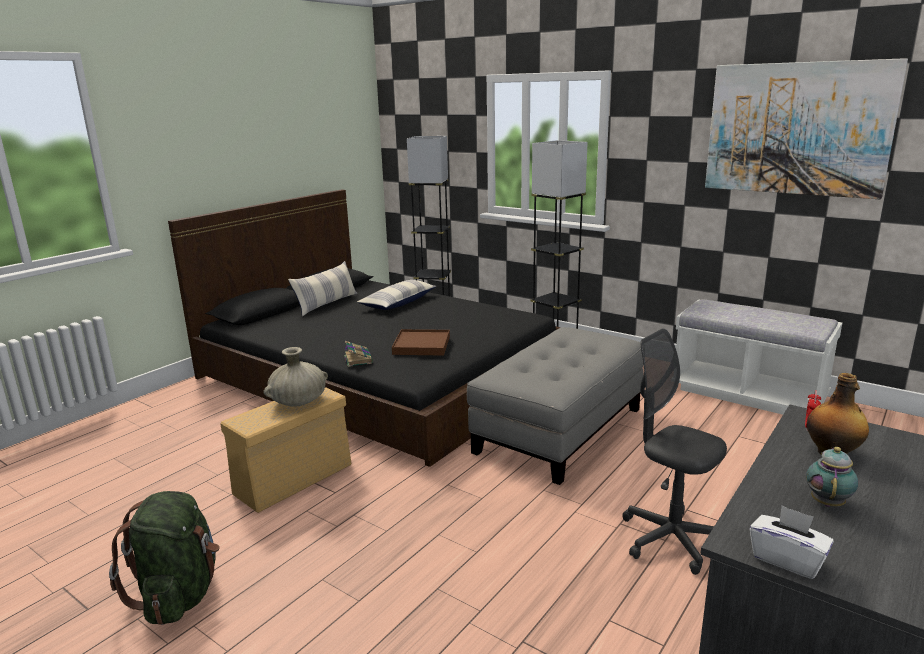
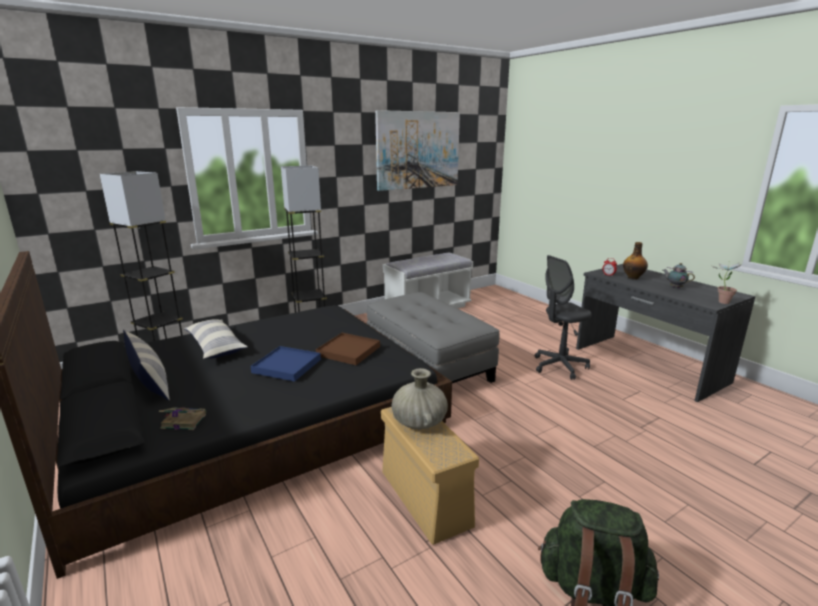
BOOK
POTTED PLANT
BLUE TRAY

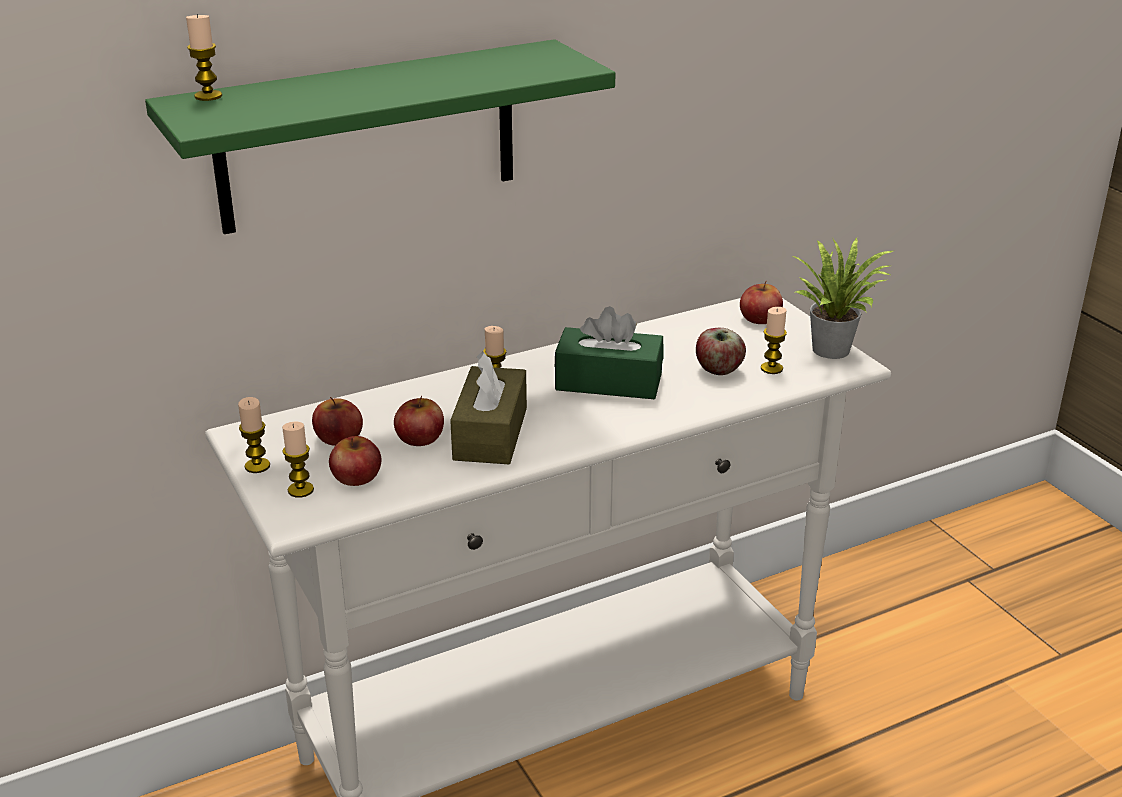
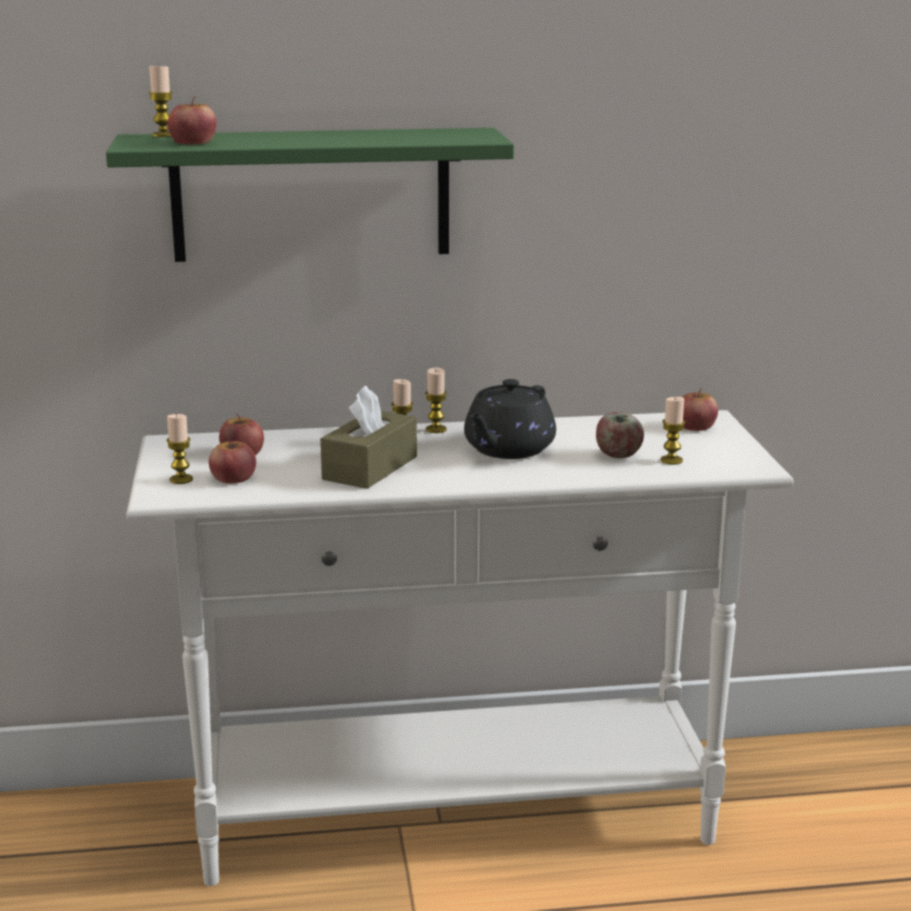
POTTED PLANT
BLACK TEAPOT
APPLE (no. 1 from left)
CANDLE (no. 4 from left)

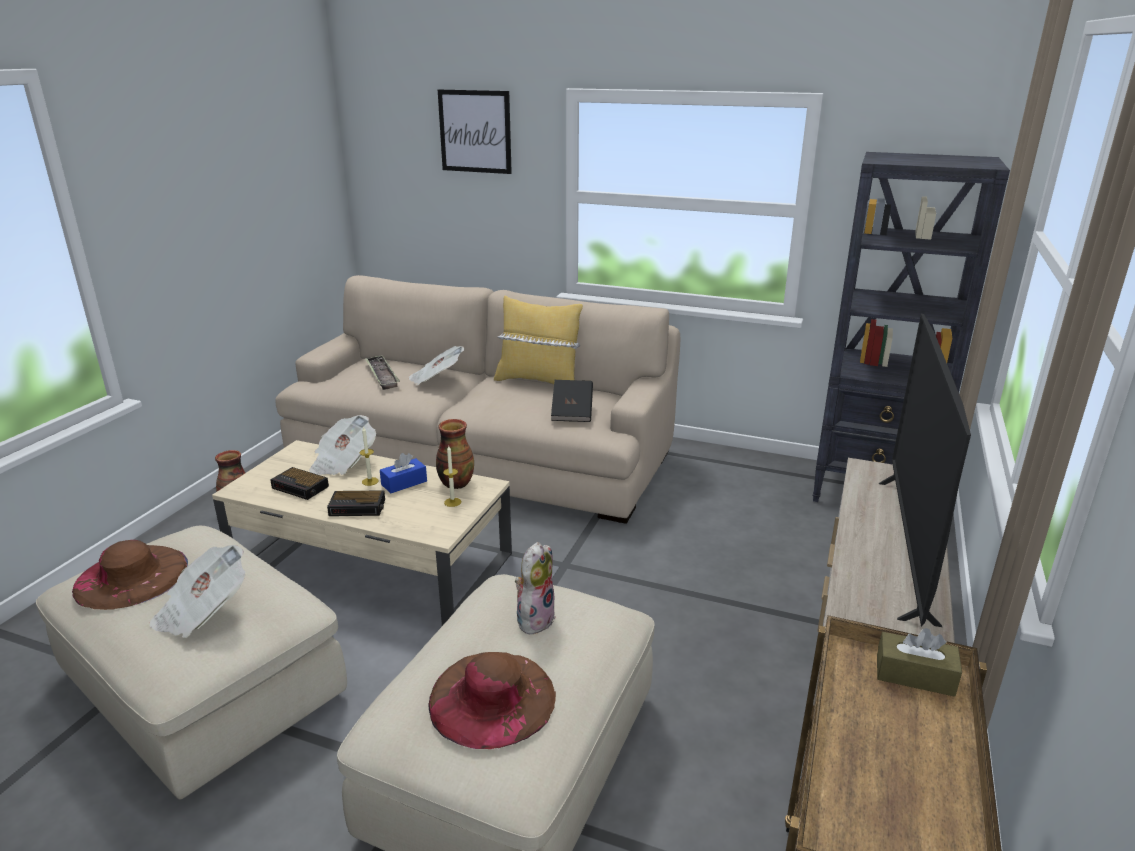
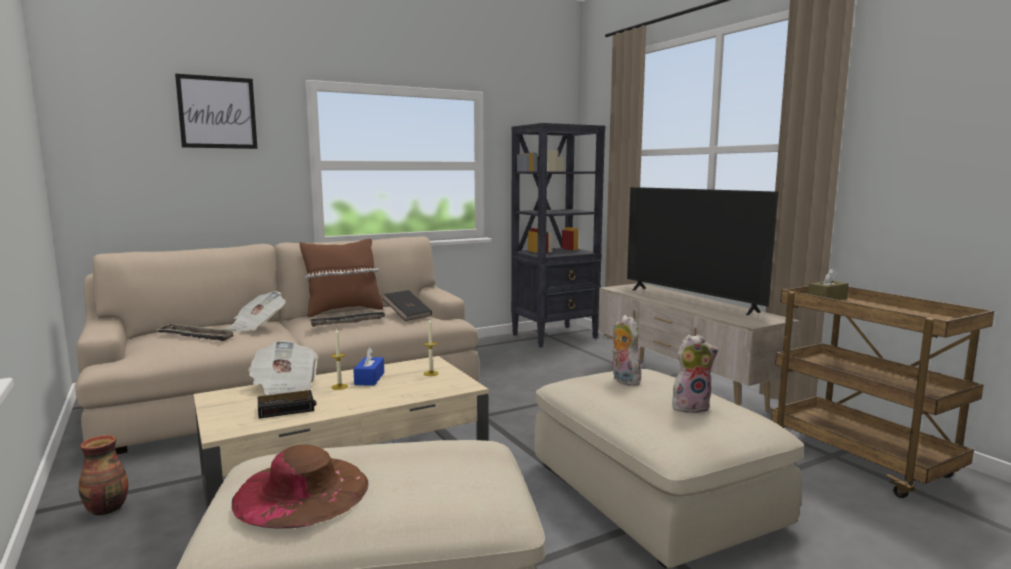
BROWN PILLOW
VASE (no. 2 from left in the first image)
ALARM CLOCK (no. 2 from left in the first image)
NEWSPAPER (no. 1 from left in the first image)
PLUSH TOY (no. 2 from left)
TRAY (no. 2 from left)

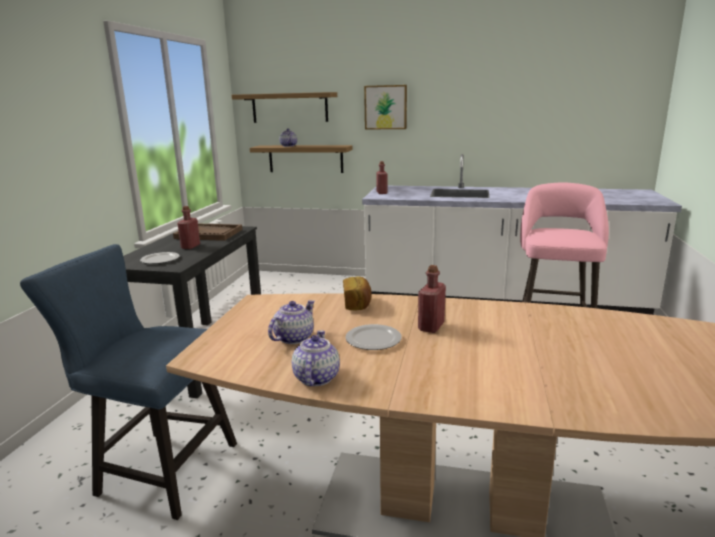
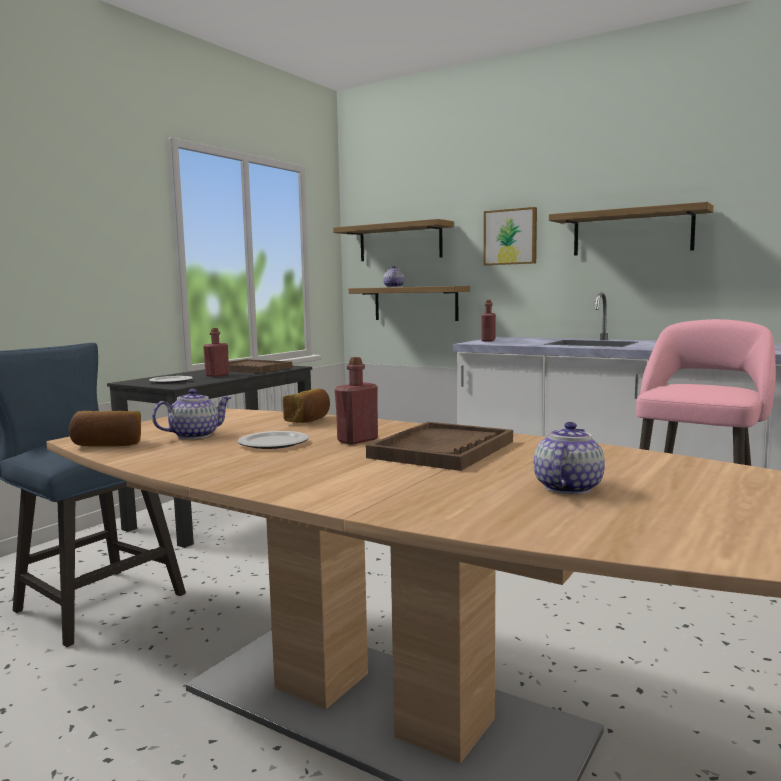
TEAPOT (no. 3 from left)
SHELF (no. 3 from left)
BREAD (no. 1 from left)
BROWN TRAY (no. 2 from left)

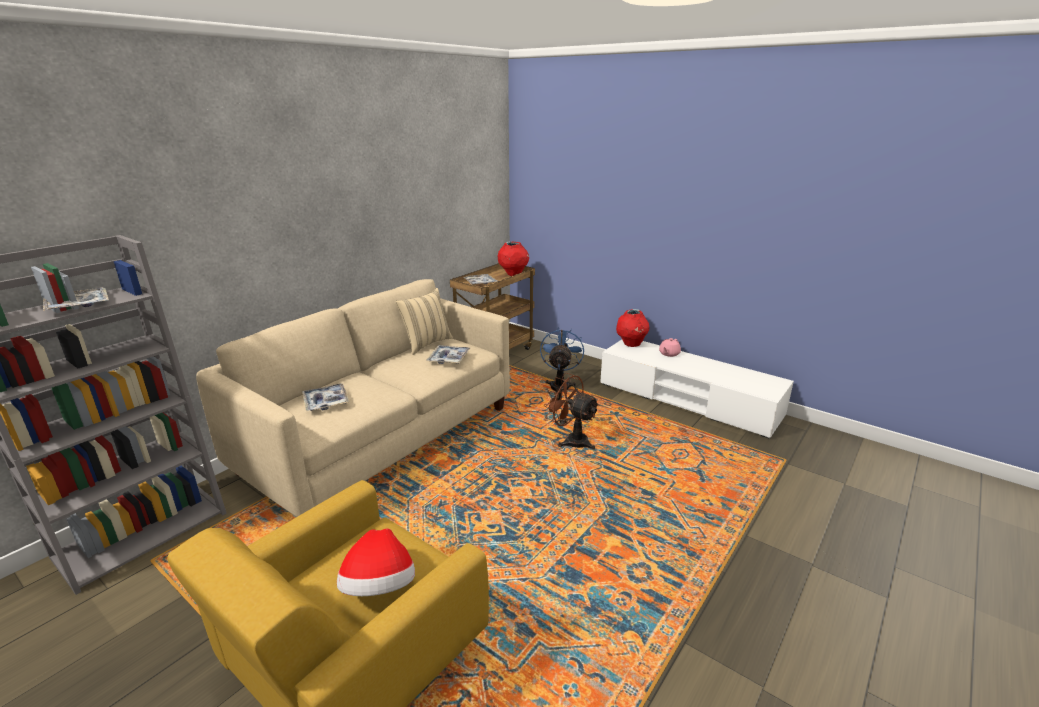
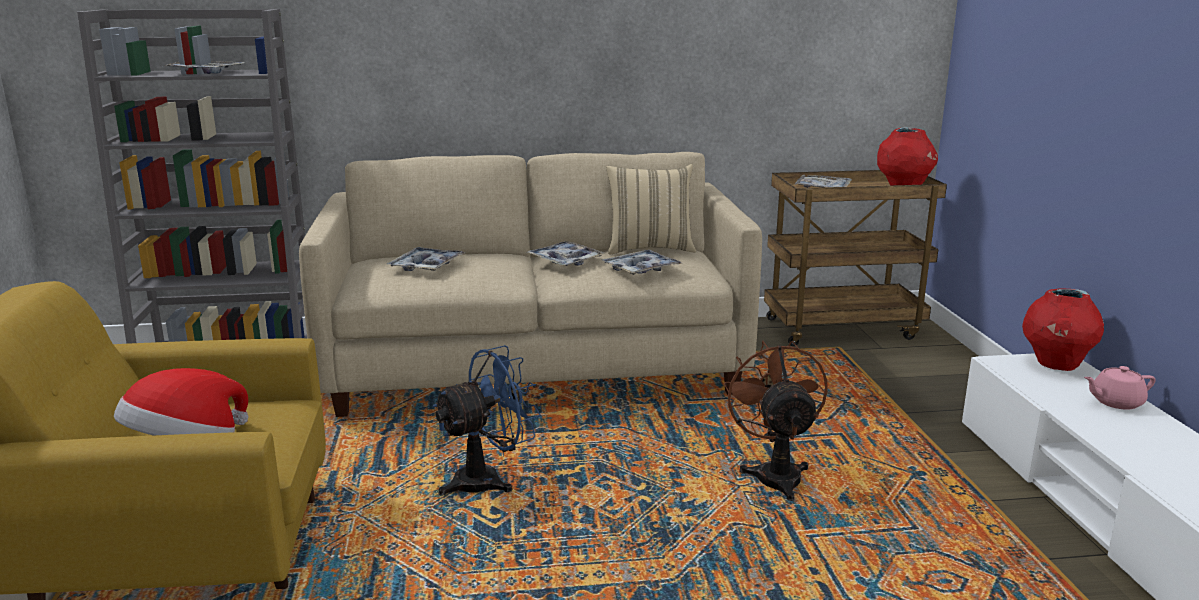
BLUE FAN
TRAY (no. 3 from left)

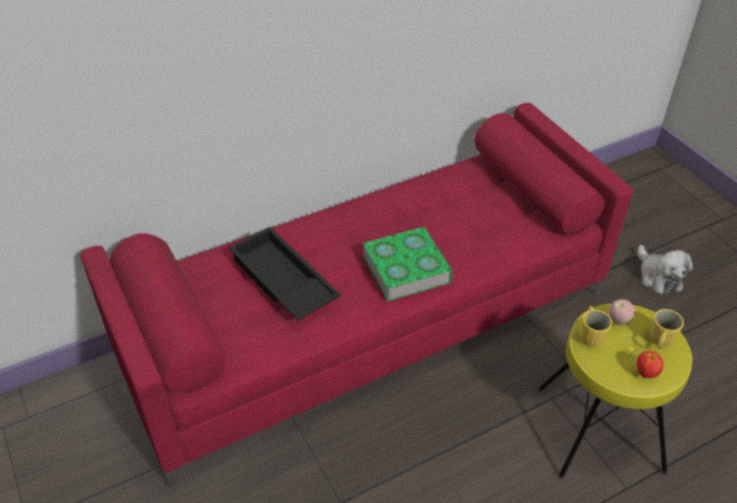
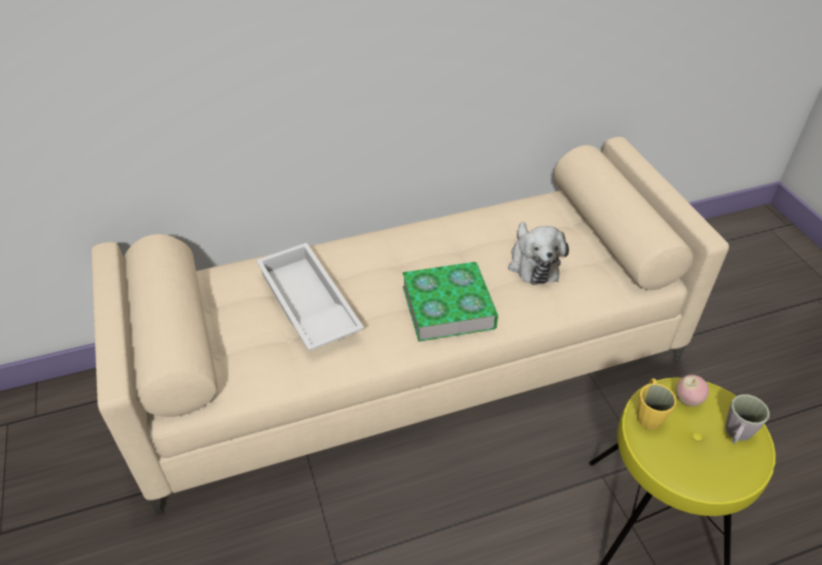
BEIGE SOFA
WHITE TRAY
PLUSH TOY
GREY MUG
APPLE (no. 2 from left in the first image)

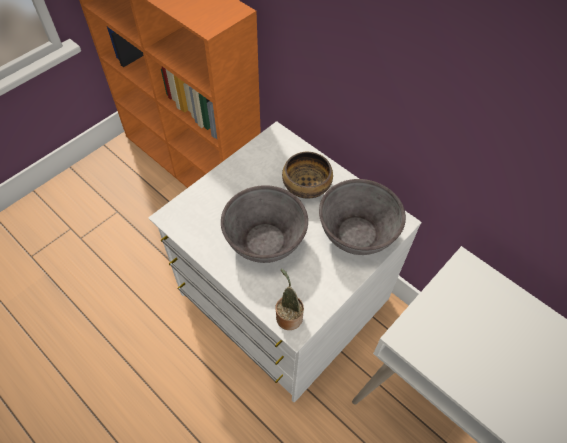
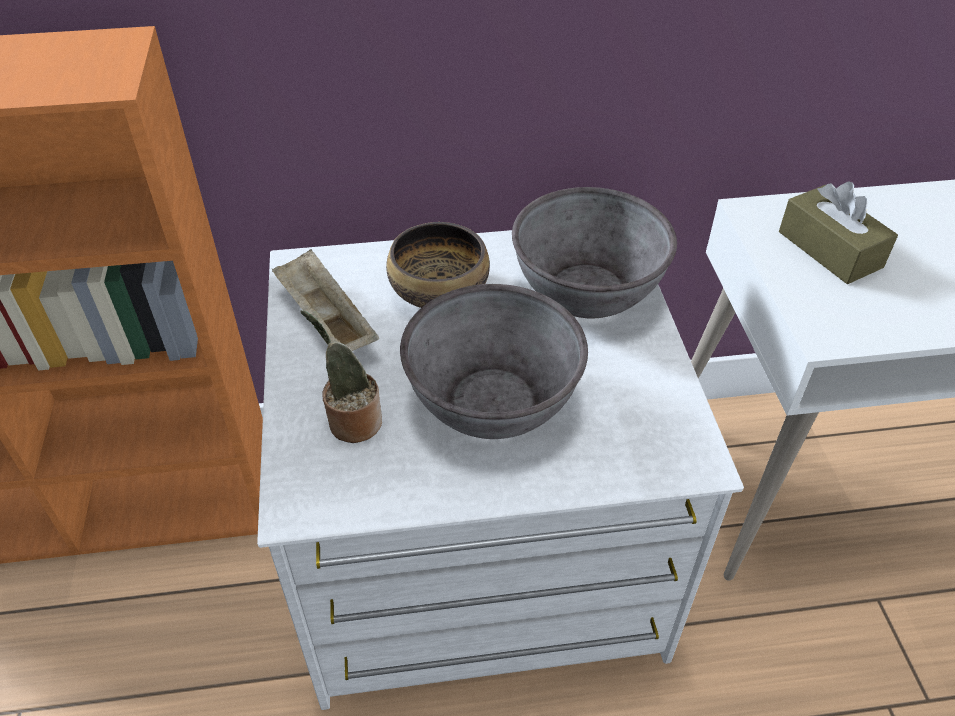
POTTED PLANT
BROWN TISSUE BOX
BEIGE TRAY

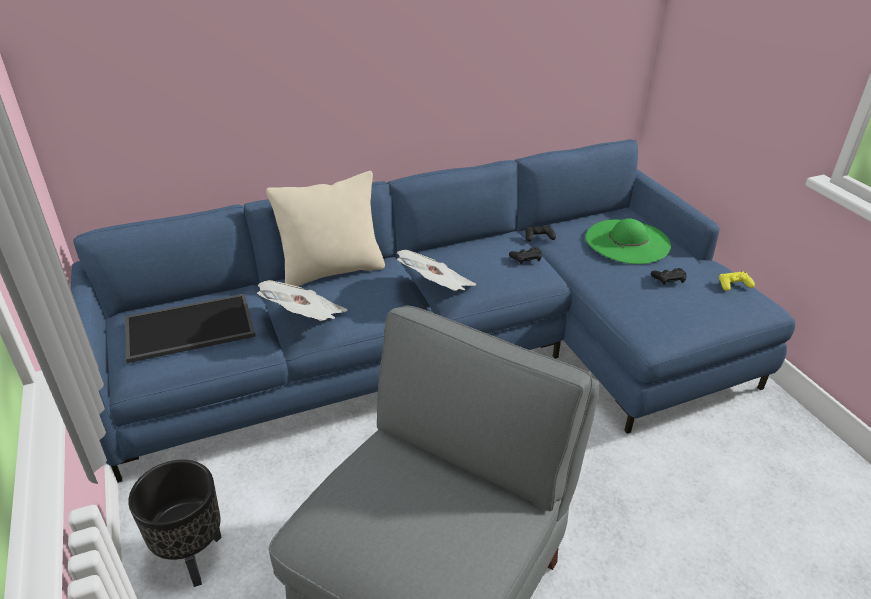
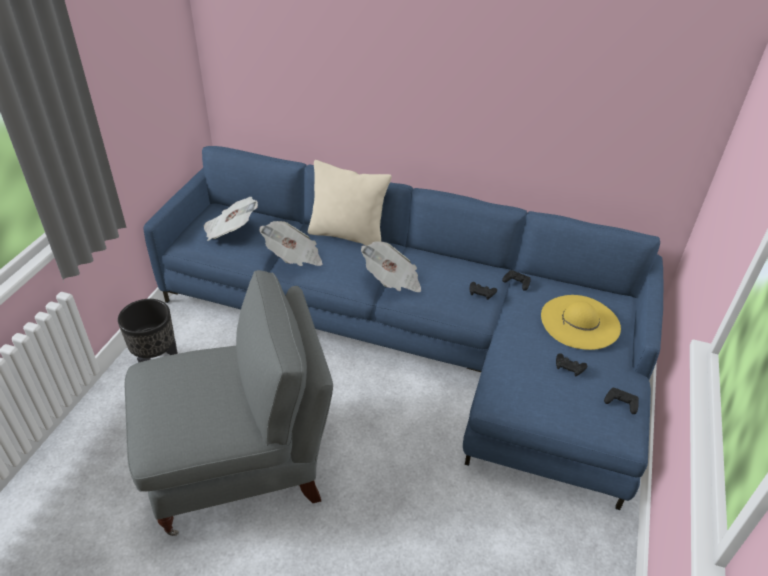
YELLOW HAT
BLACK GAME CONTROLLER (no. 4 from left)
NEWSPAPER (no. 1 from left)

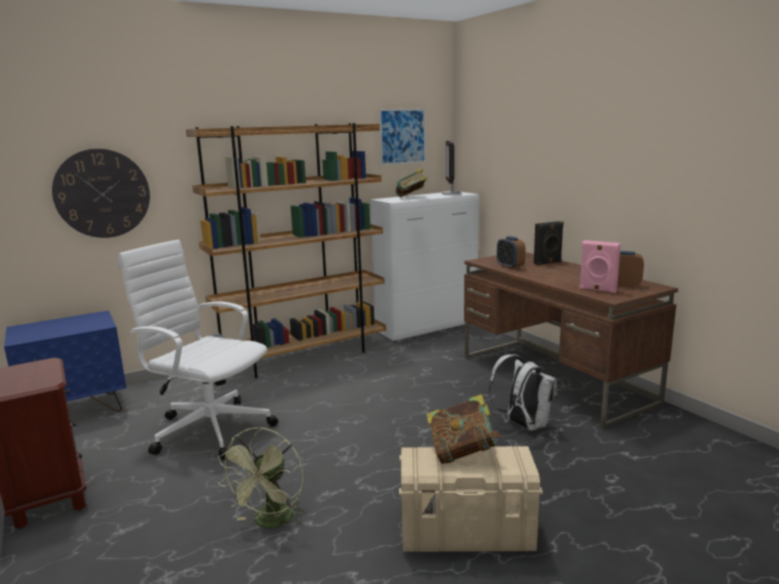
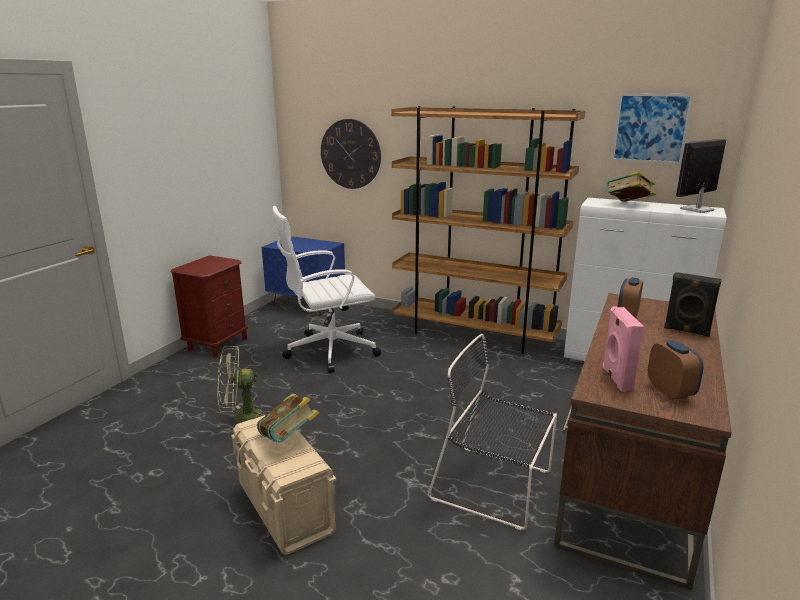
WHITE OFFICE CHAIR
BLACK CHAIR

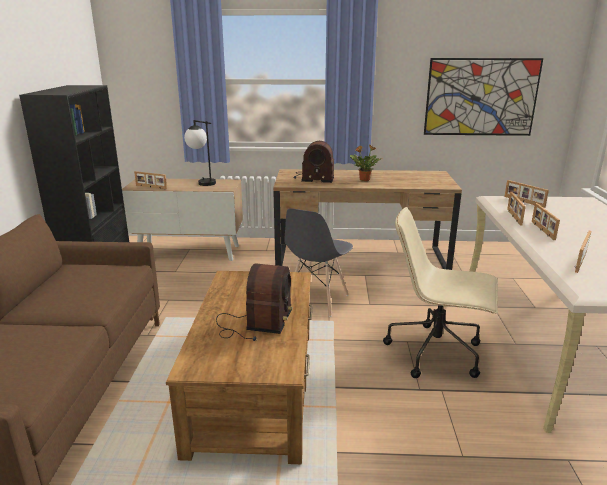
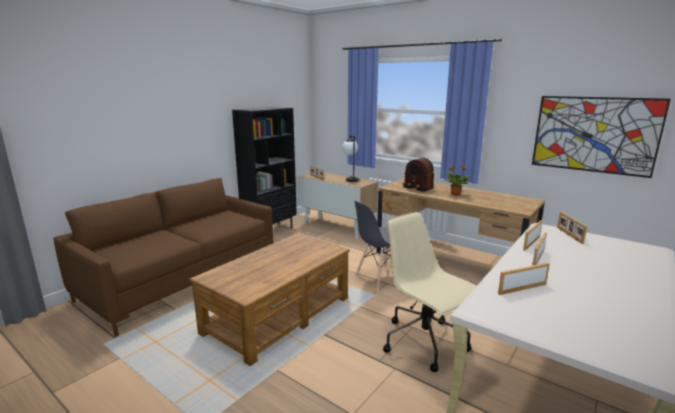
RADIO (no. 1 from left in the first image)

